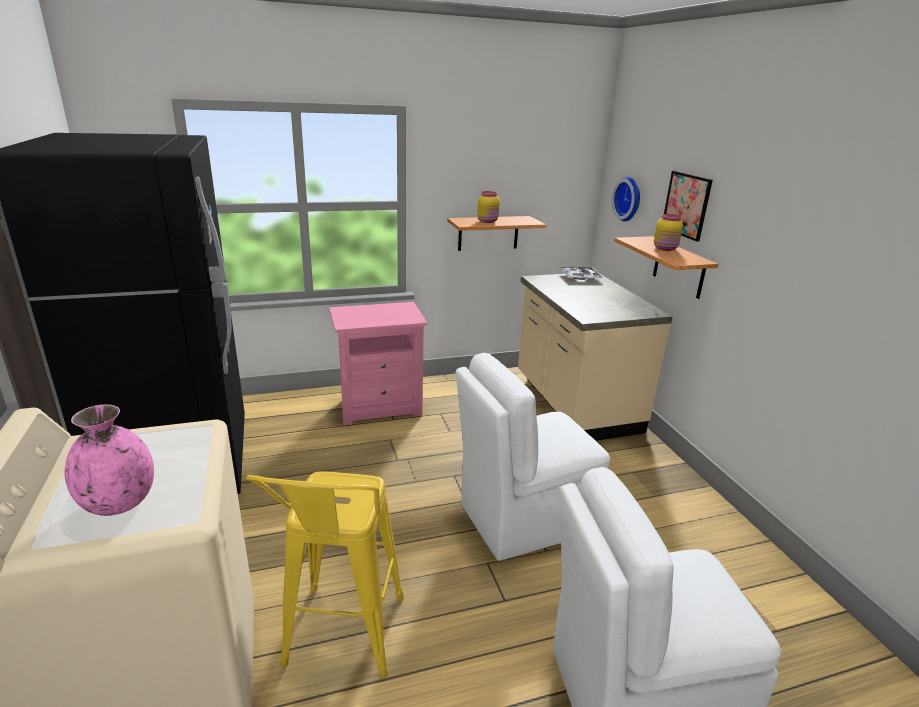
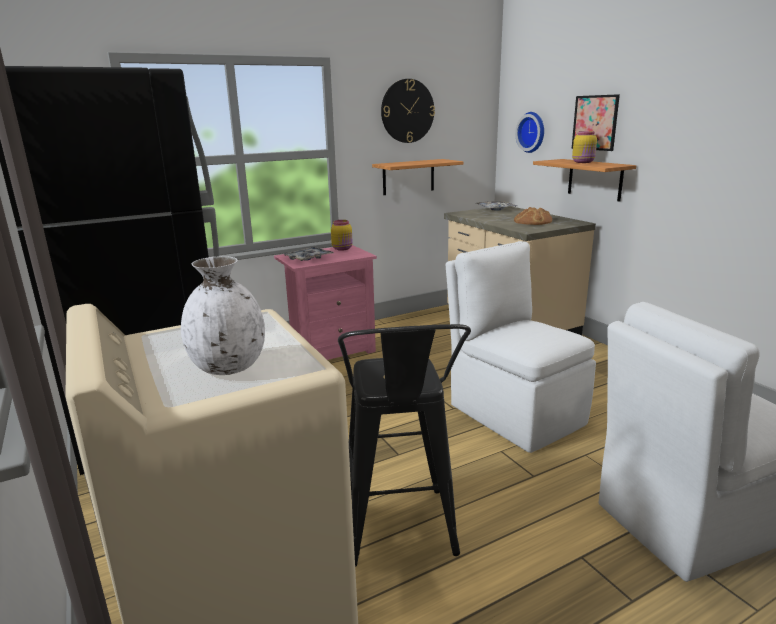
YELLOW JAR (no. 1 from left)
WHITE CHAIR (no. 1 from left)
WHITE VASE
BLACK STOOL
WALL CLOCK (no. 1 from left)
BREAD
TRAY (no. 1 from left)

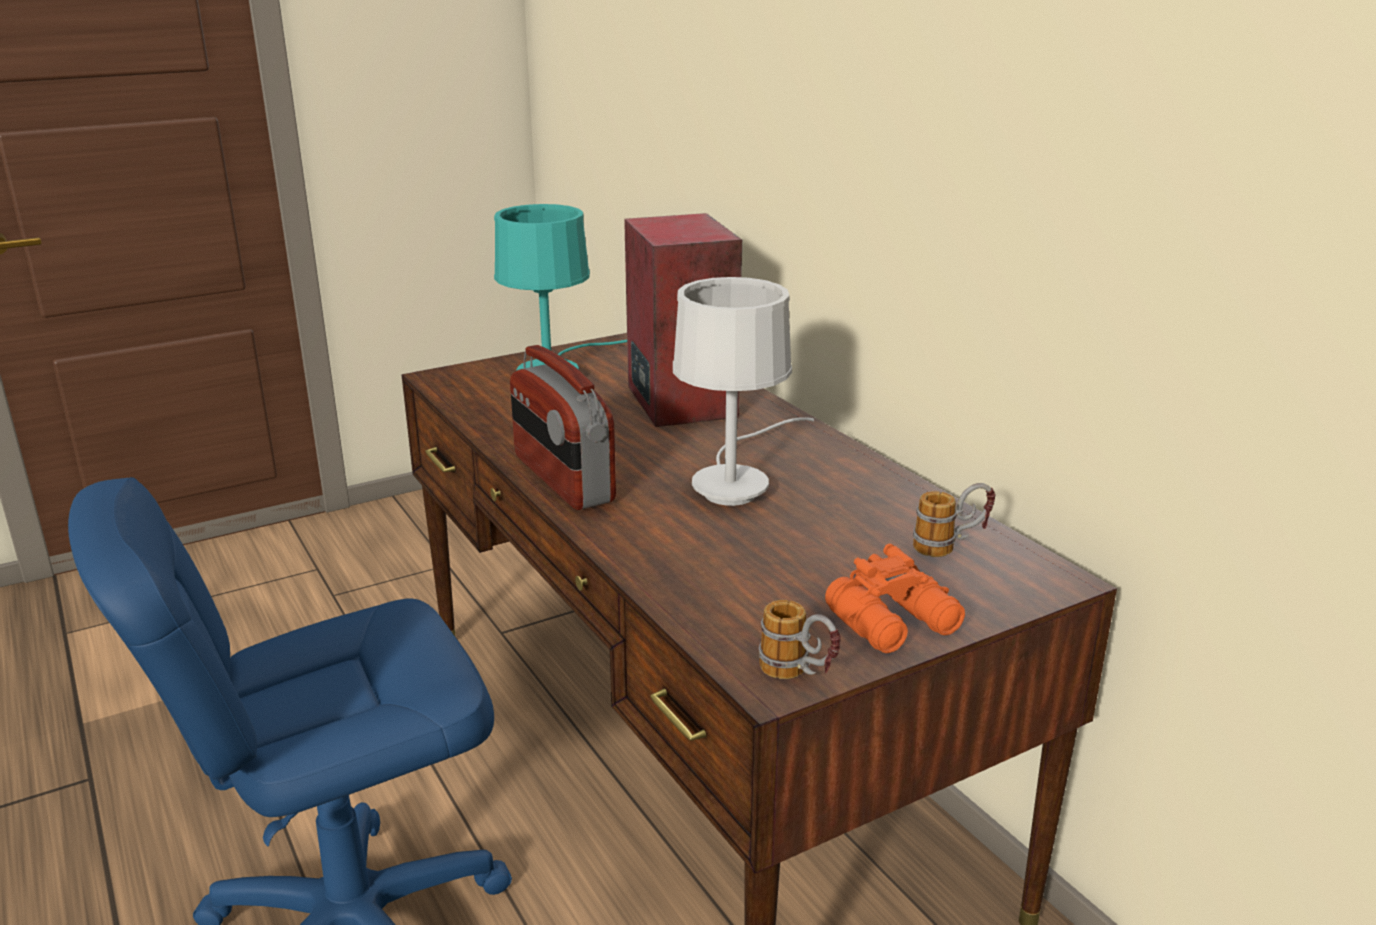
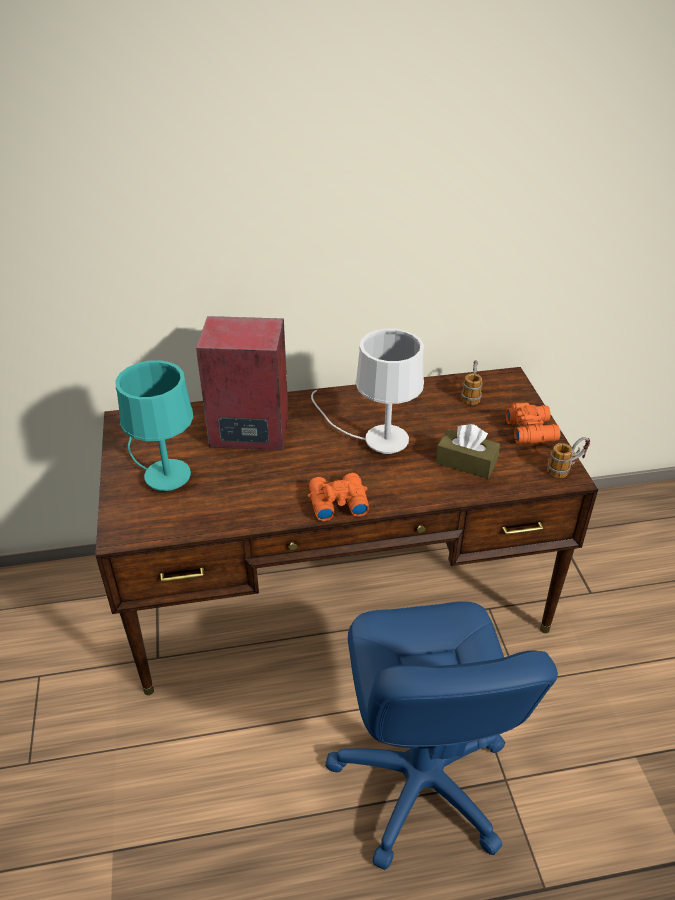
ORANGE BINOCULARS (no. 1 from left)
BROWN TISSUE BOX

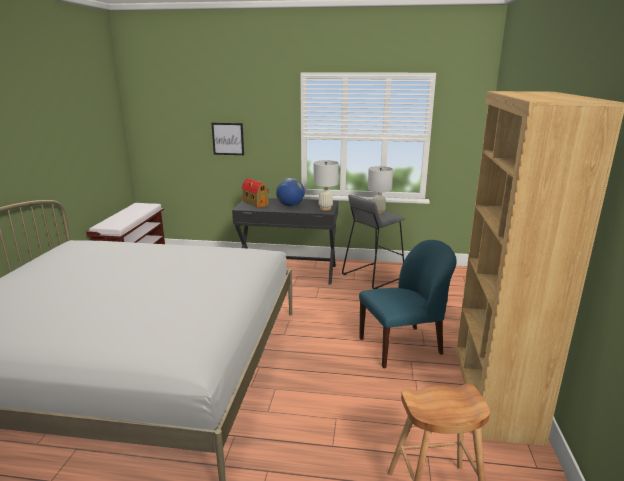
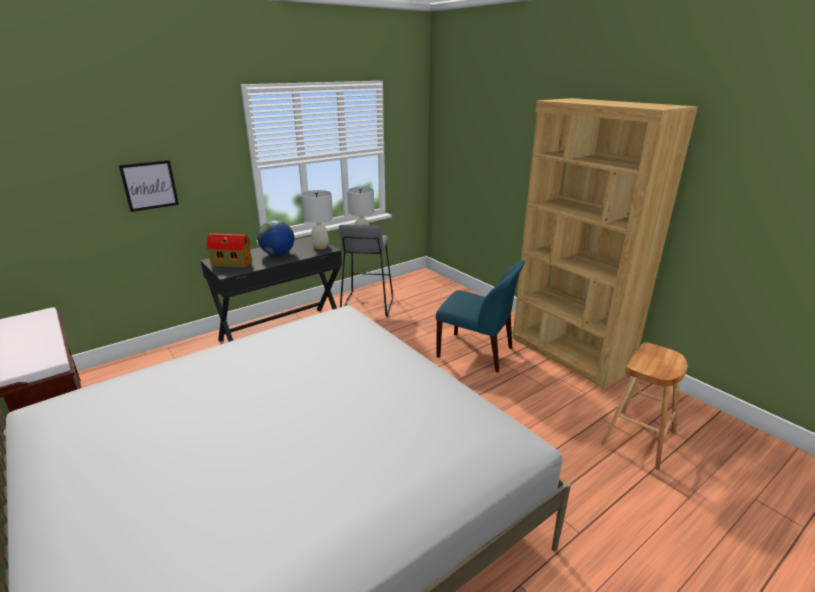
BLUE CHAIR

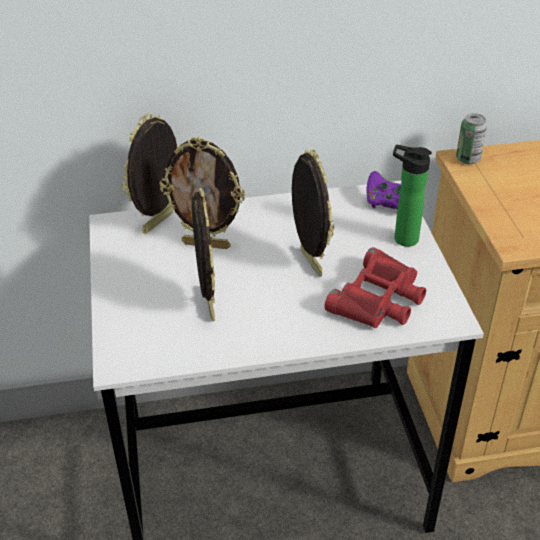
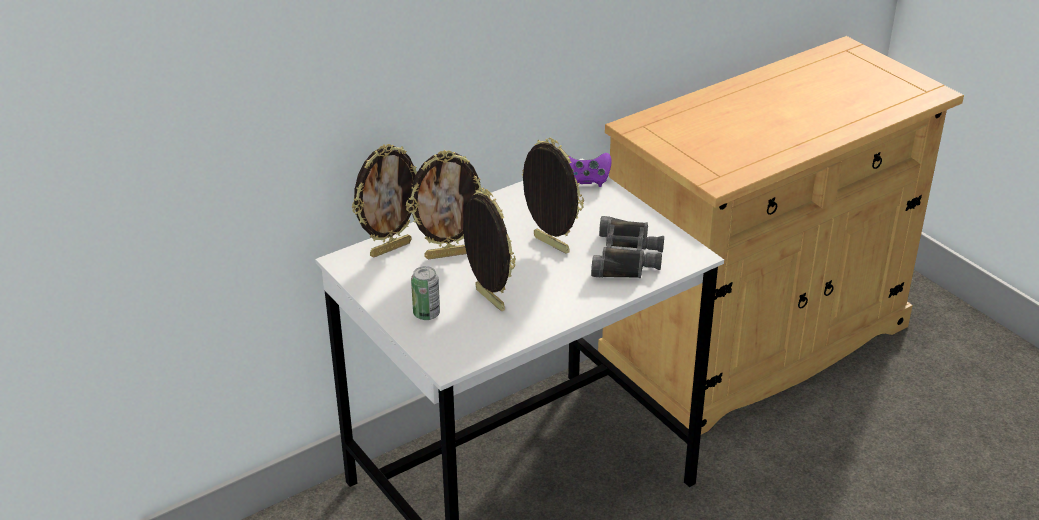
PICTURE FRAME (no. 1 from left)
CAN
BOTTLE
BLACK BINOCULARS

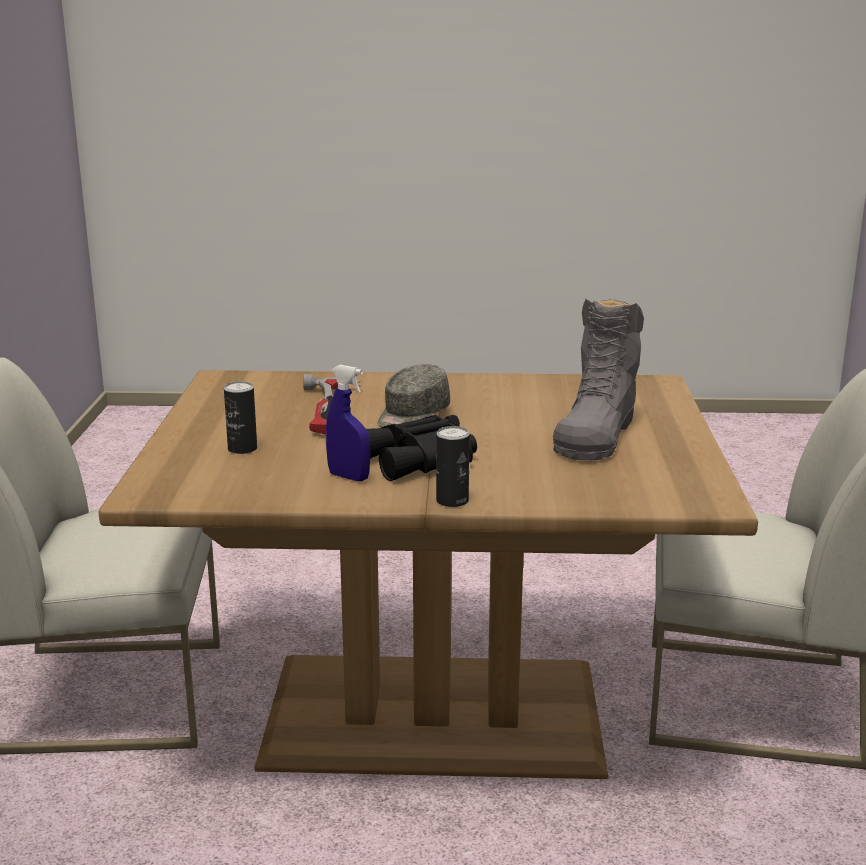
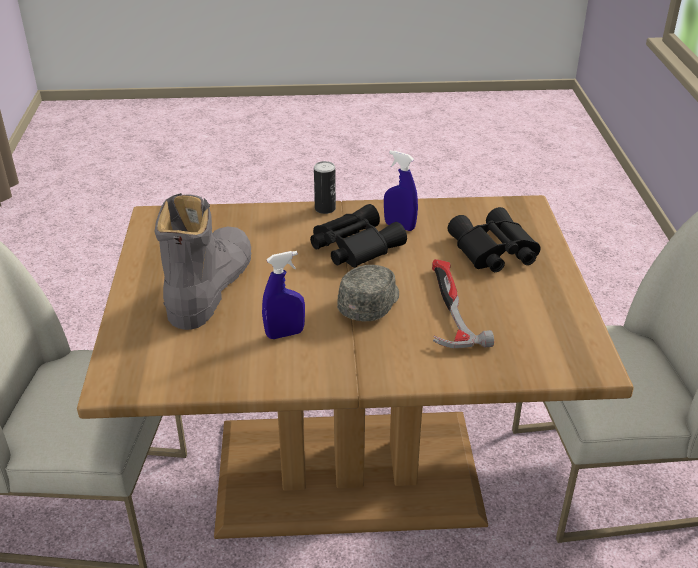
BLACK BINOCULARS (no. 2 from left)
BLUE SPRAY BOTTLE (no. 1 from left)

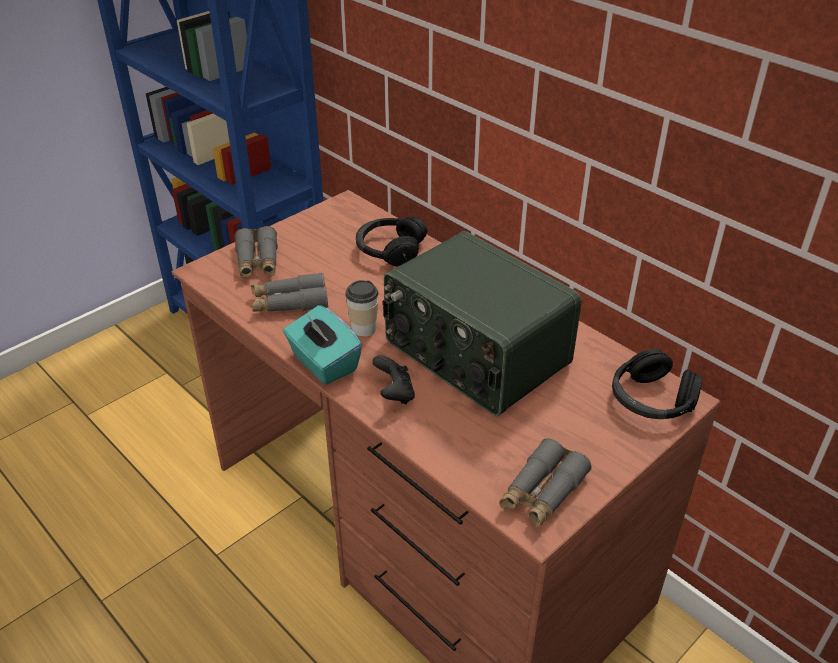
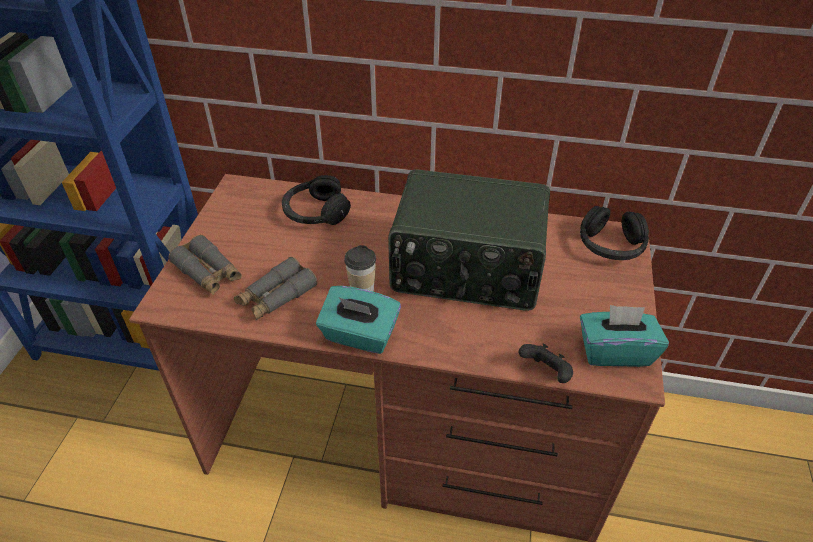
BLACK GAME CONTROLLER
TURQUOISE TISSUE BOX (no. 2 from left)

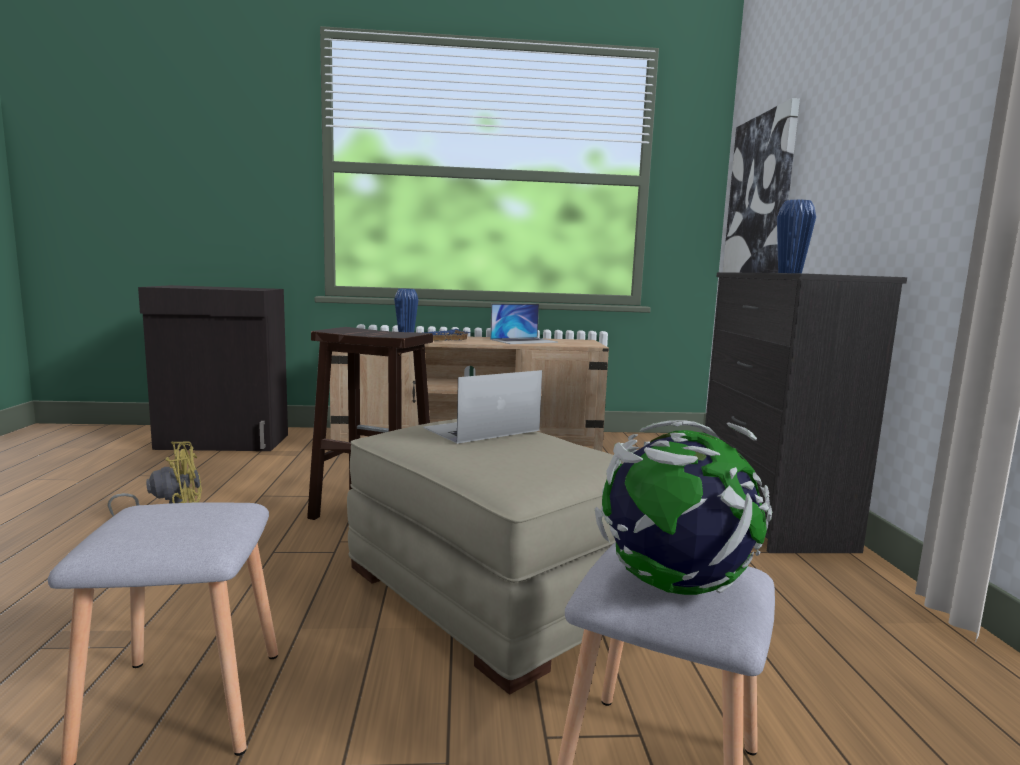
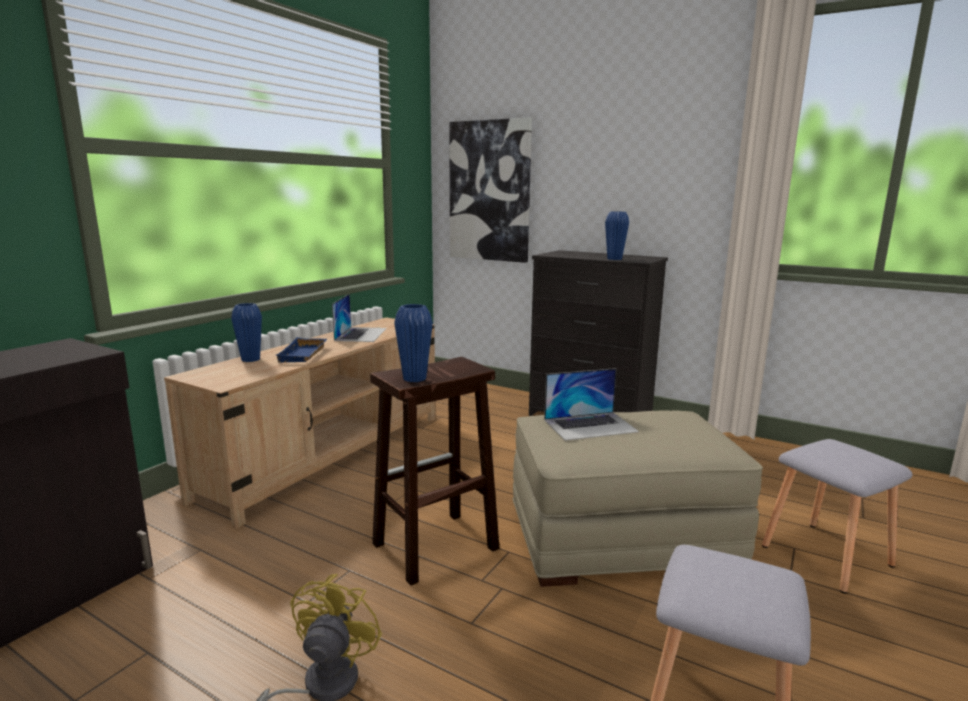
LAPTOP (no. 2 from left)
GLOBE
BLUE VASE (no. 2 from left)

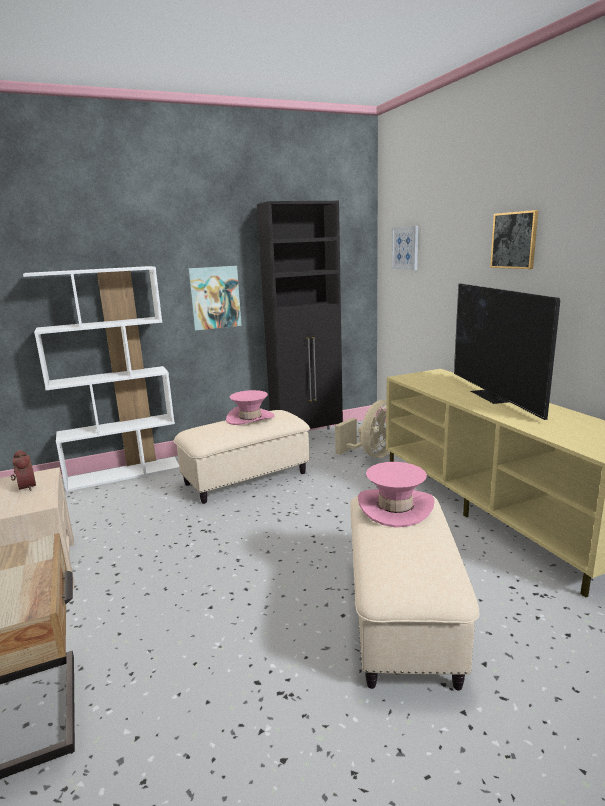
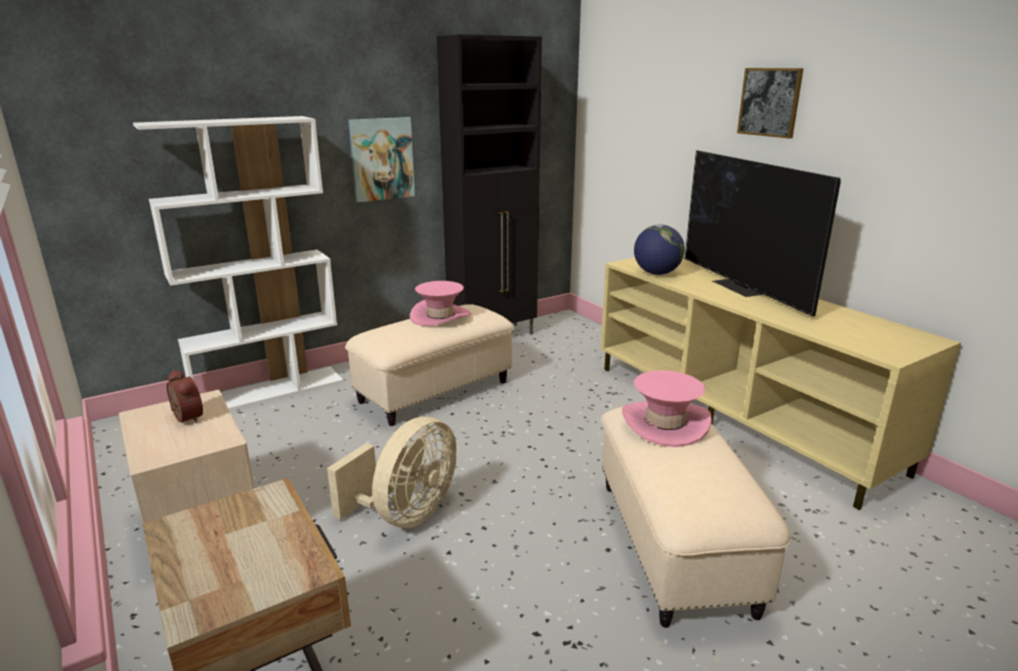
PICTURE (no. 2 from left in the first image)
BEIGE FAN
GLOBE

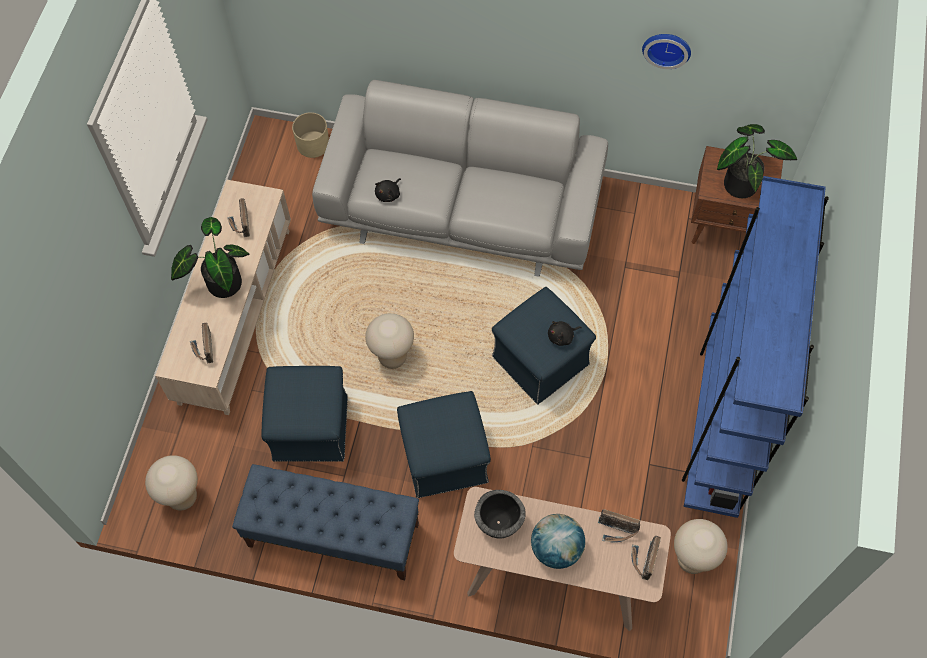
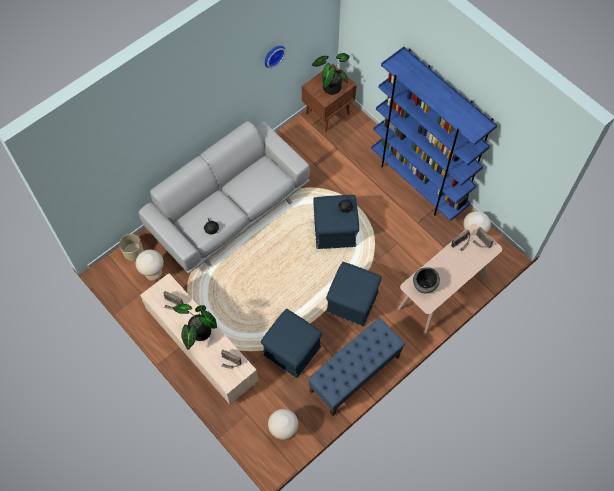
BEIGE STOOL (no. 1 from left)
GLOBE

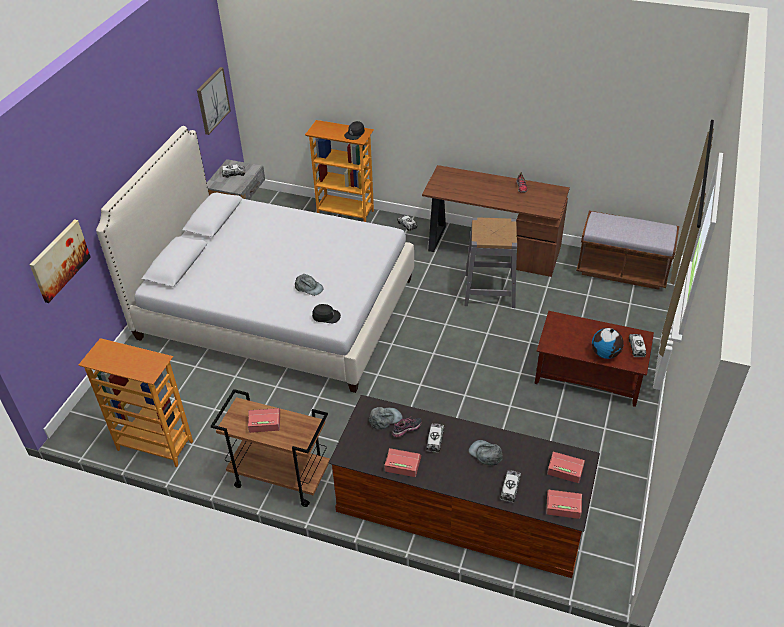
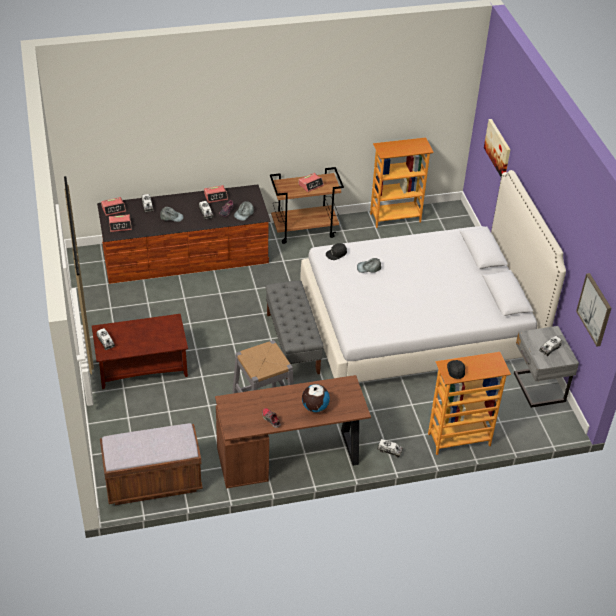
GLOBE
GREY BENCH

